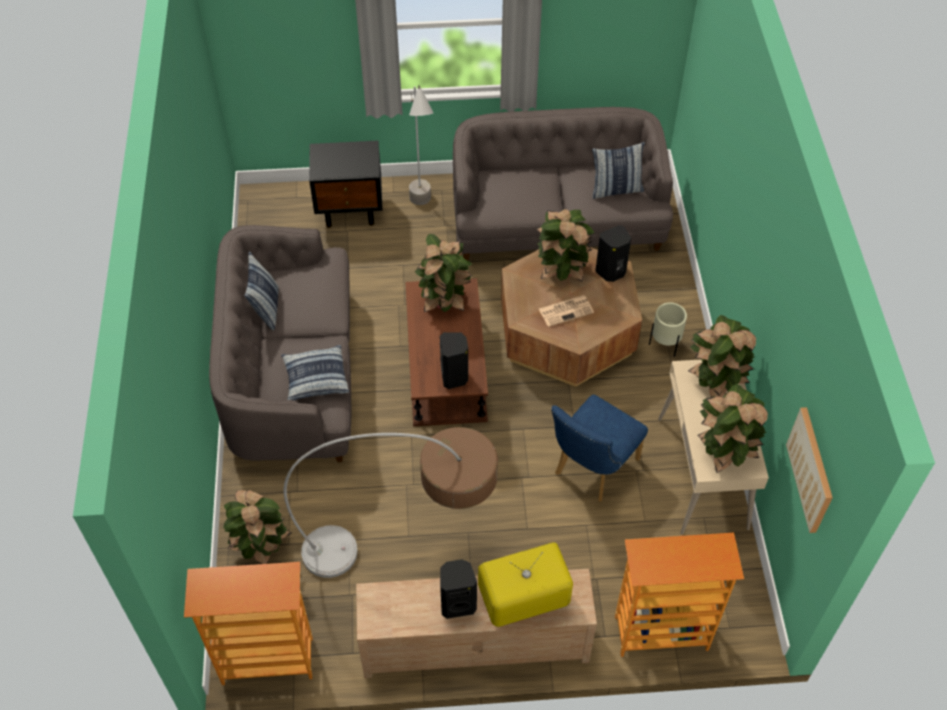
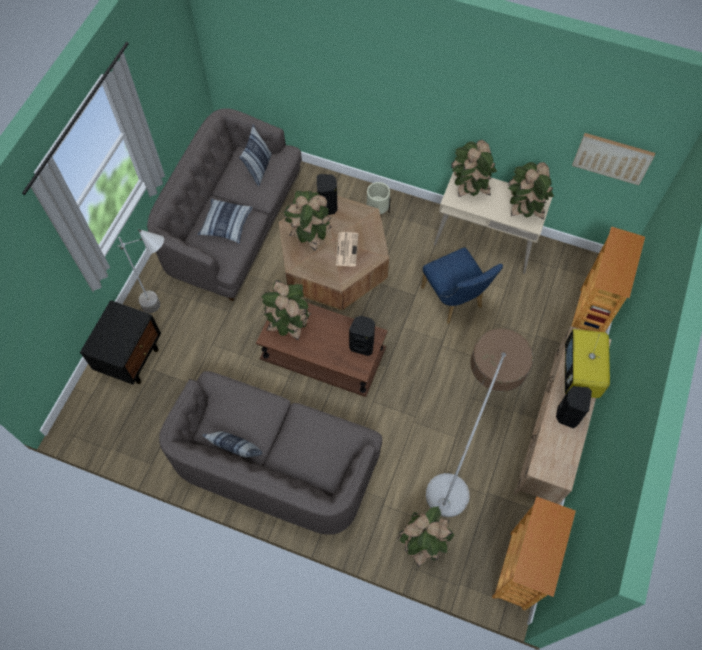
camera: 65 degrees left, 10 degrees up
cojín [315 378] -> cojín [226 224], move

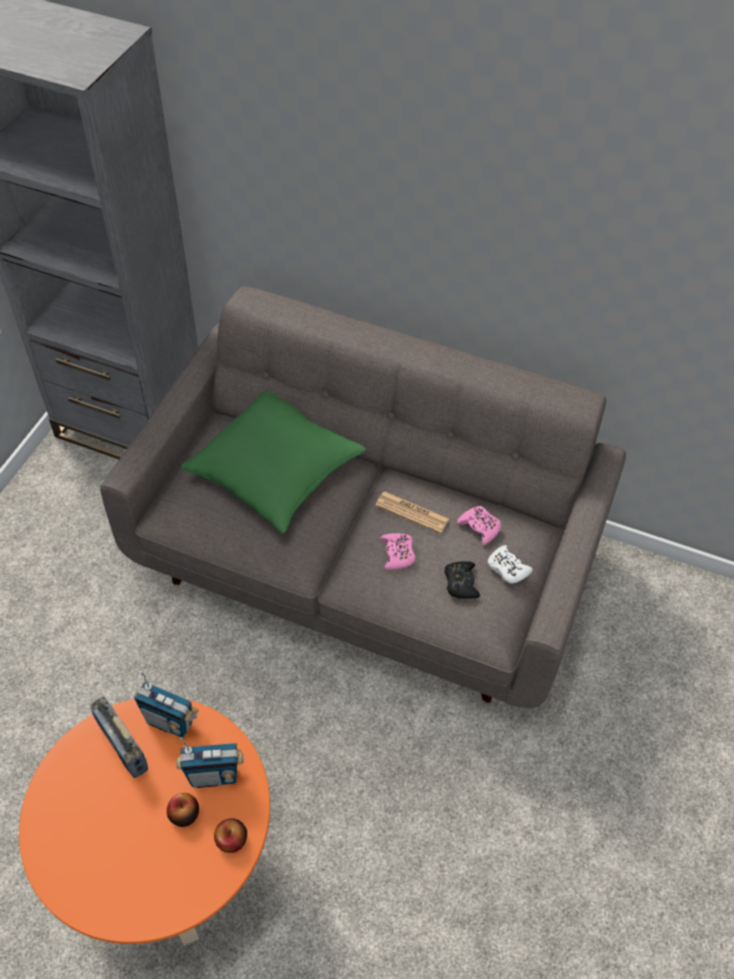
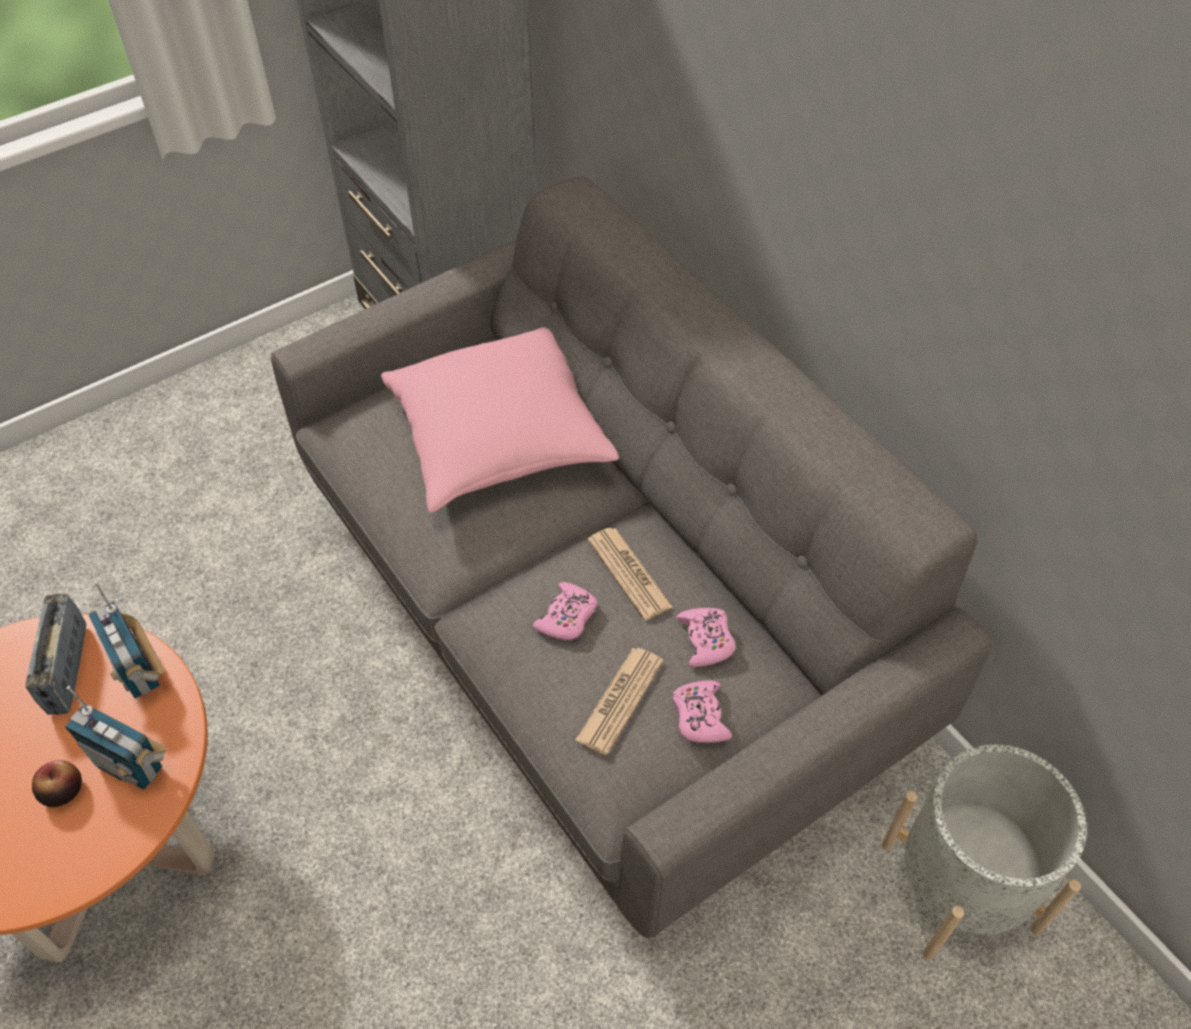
camera: 35 degrees right, 0 degrees up
cojín/verde [275 471] -> cojín/rosa [499 437]
mando de consola/blanco [507 568] -> mando de consola/rosa [700 716]
mando de consola/negro [461 583] -> periódico [620 700]
manzana [231 839] -> none
none -> maceta/gris [959 886]

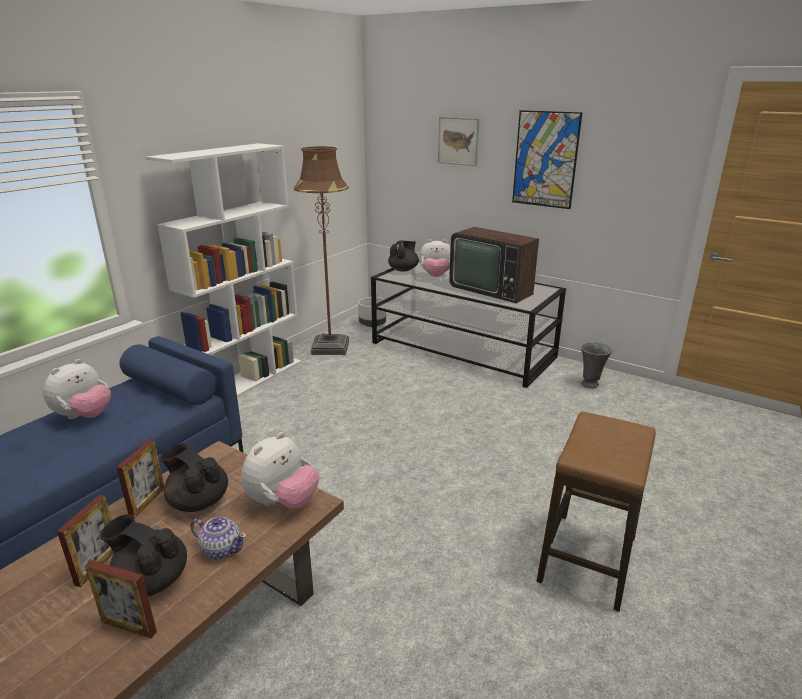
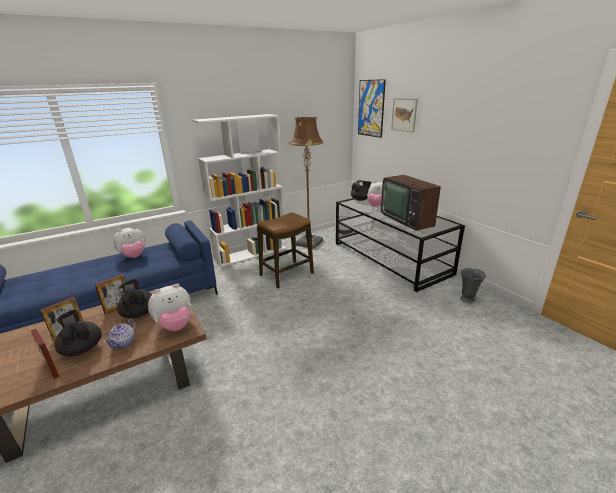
camera: 25 degrees right, 0 degrees up
cuadro [545 159] -> cuadro [371 108], move
taburete [587 559] -> taburete [286 274], move
tetera [221 549] -> tetera [124 342], 60 degrees clockwise

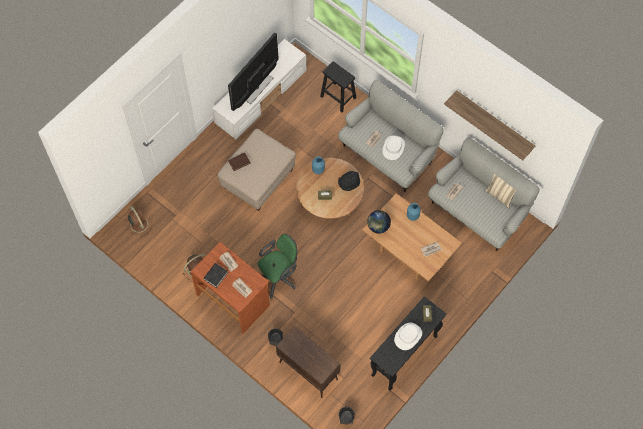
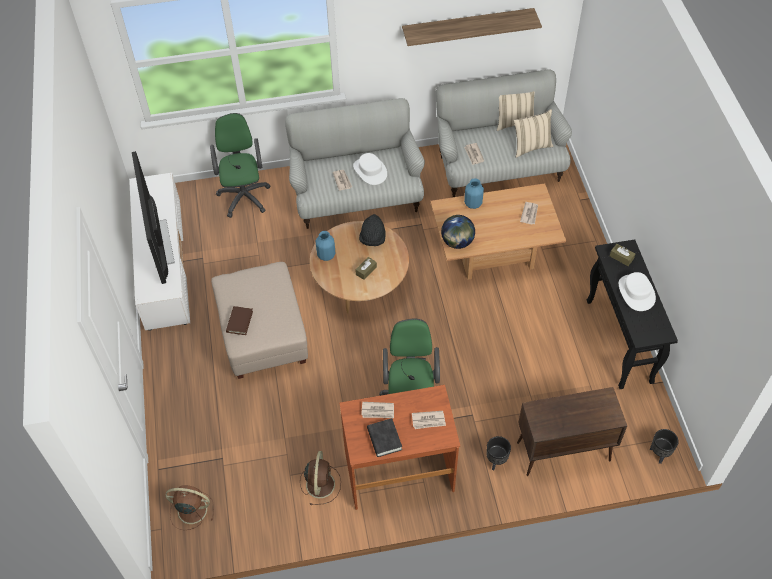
camera: 50 degrees left, 10 degrees down
taburete/negro [338 97] -> silla de oficina/verde [244 194]
none -> cojín/beis [531 146]

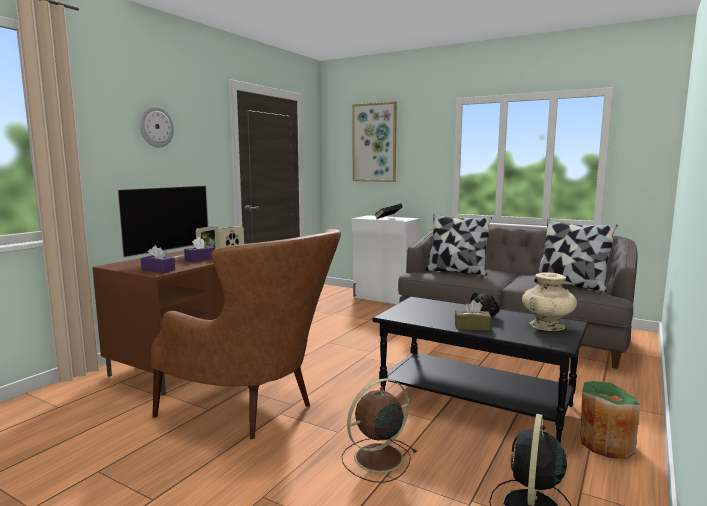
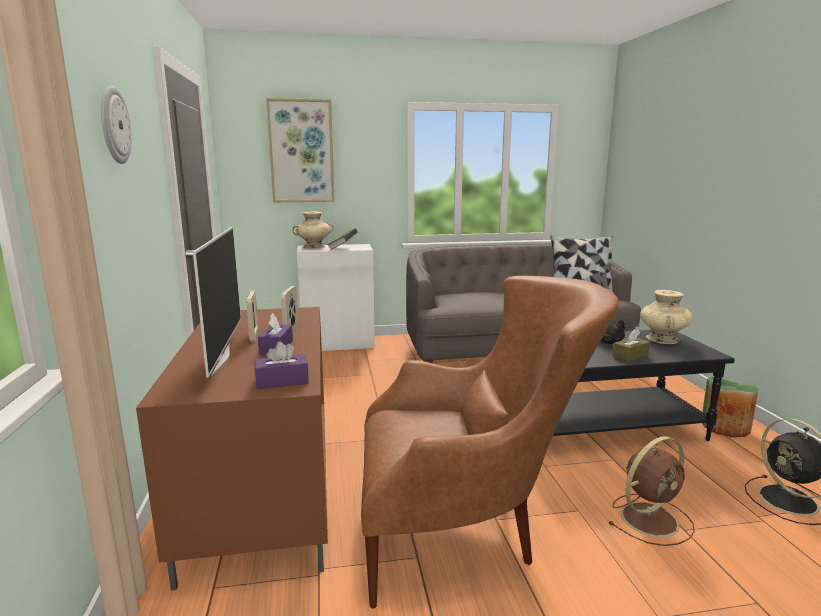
camera: 40 degrees left, 5 degrees up
cojín [456 271] -> none
ventilador/marrón [376 458] -> ventilador/marrón [651 518], 135 degrees counterclockwise
none -> florero/beis [314 247]

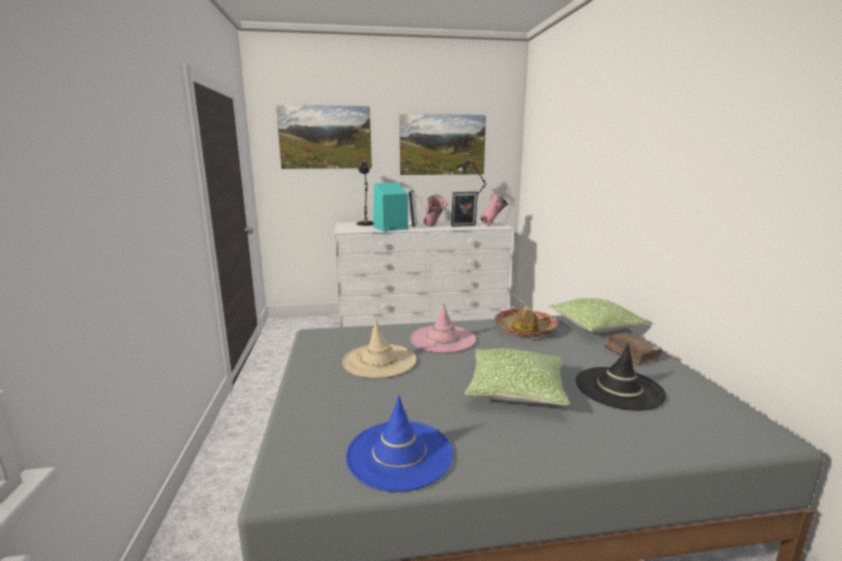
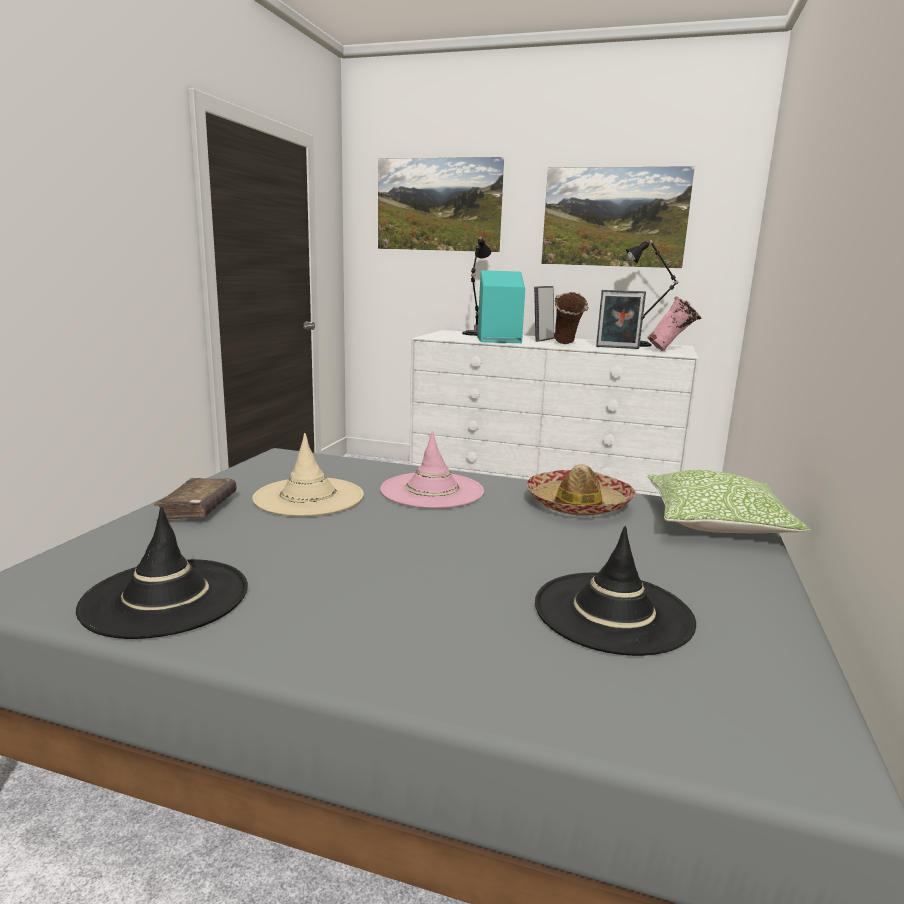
camera: 25 degrees right, 0 degrees up
florero/rosa [434 227] -> florero/marrón [566 345]
libro/marrón [631 353] -> libro/marrón [198 509], move
cojín [515 390] -> none
sombrero/azul [399 454] -> sombrero/negro [165 598]

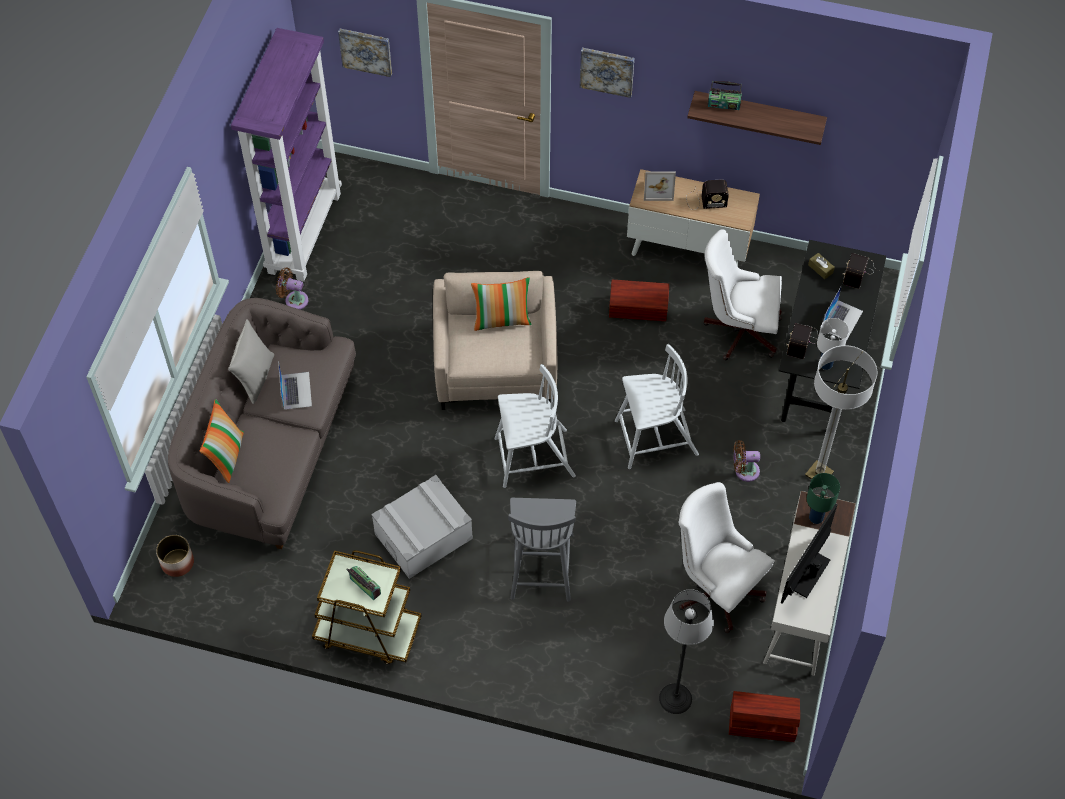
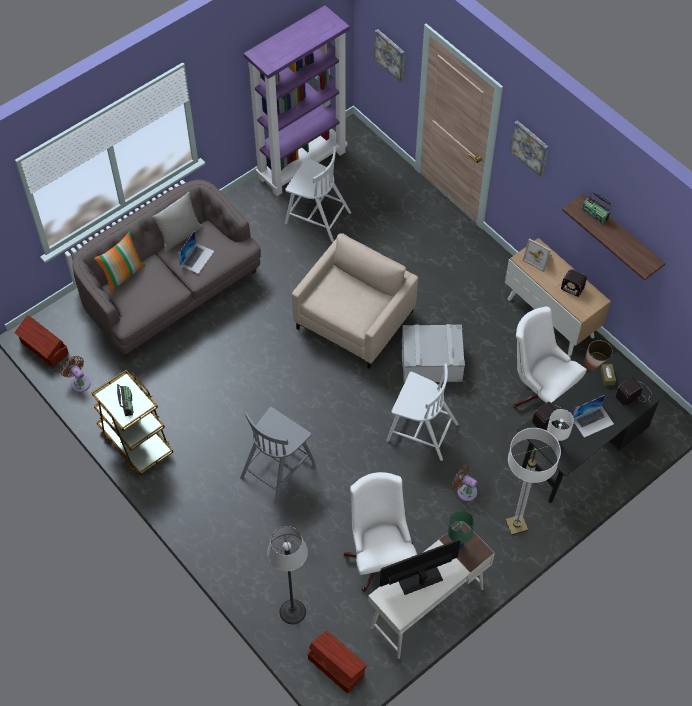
camera: 35 degrees right, 0 degrees up
ventilador/marrón [294 300] -> ventilador/marrón [79 382], move
cojín [502 320] -> none
caja de almacenaje/marrón [638 309] -> caja de almacenaje/marrón [44 348], move
silla/blanco [532 458] -> silla/blanco [316 217], move
caja de almacenaje/gris [423 536] -> caja de almacenaje/gris [431 362], move
maceta [177 562] -> maceta [596 362], move

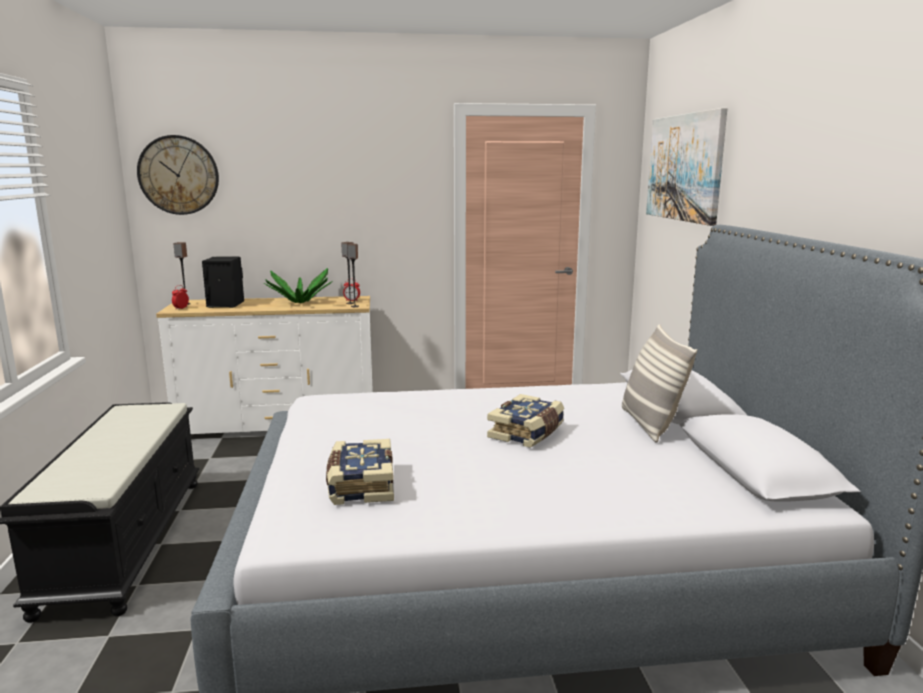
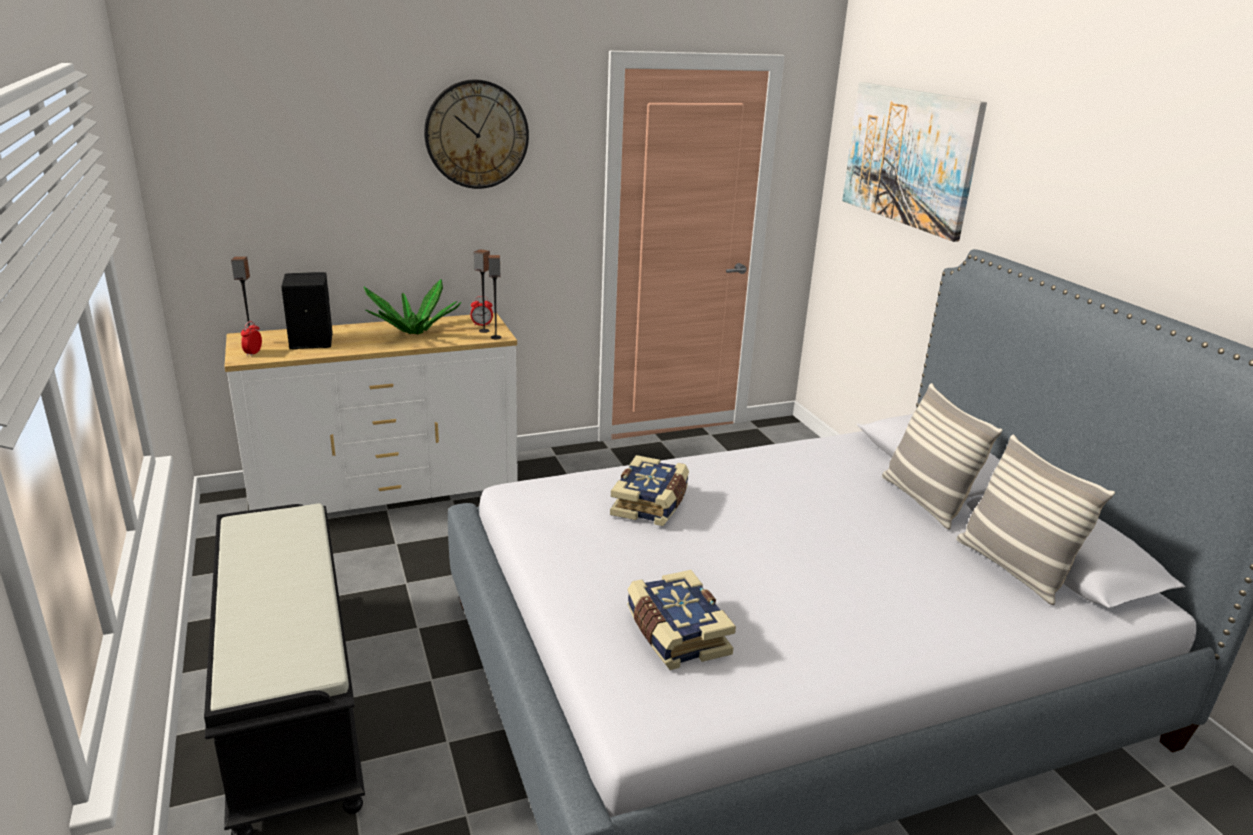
camera: 15 degrees left, 10 degrees up
reloj de pared [178 175] -> reloj de pared [476 134], move
libro [527 433] -> libro [651 504], move
none -> cojín [1013 568]

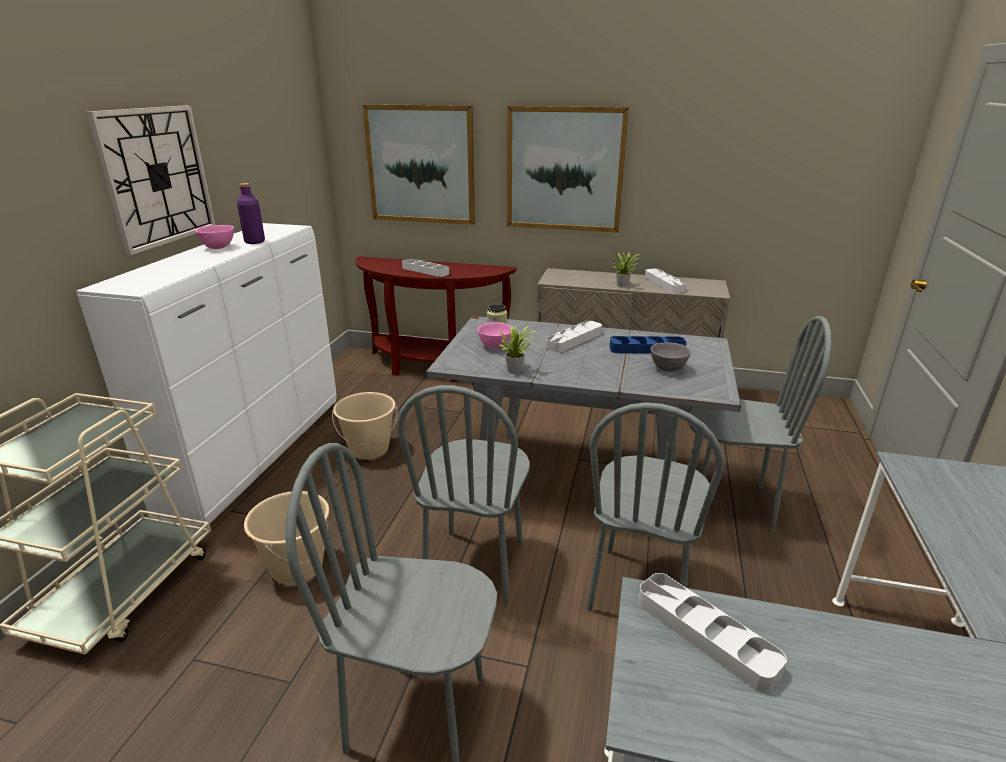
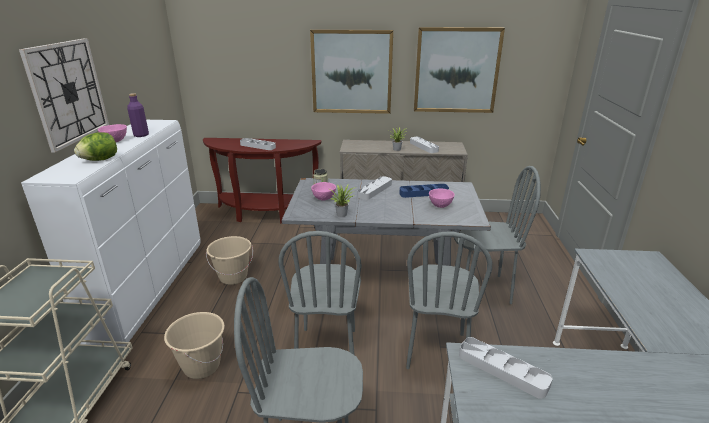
camera: 10 degrees left, 0 degrees up
cuadro [421 165] -> cuadro [456 70], move
cuenco/gris [668 368] -> cuenco/rosa [440 205]
none -> lechuga [100 160]

